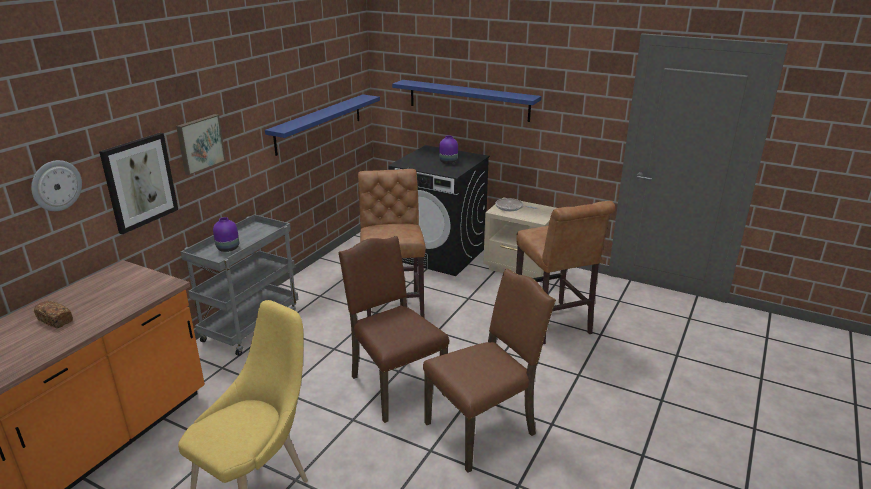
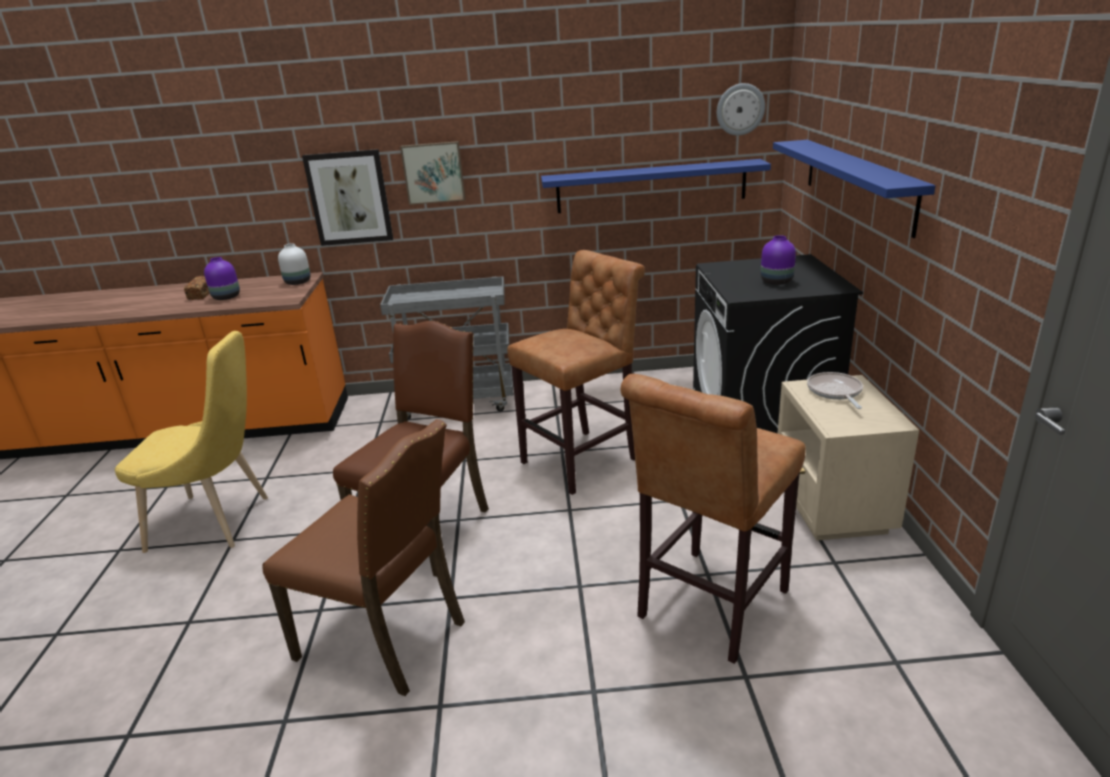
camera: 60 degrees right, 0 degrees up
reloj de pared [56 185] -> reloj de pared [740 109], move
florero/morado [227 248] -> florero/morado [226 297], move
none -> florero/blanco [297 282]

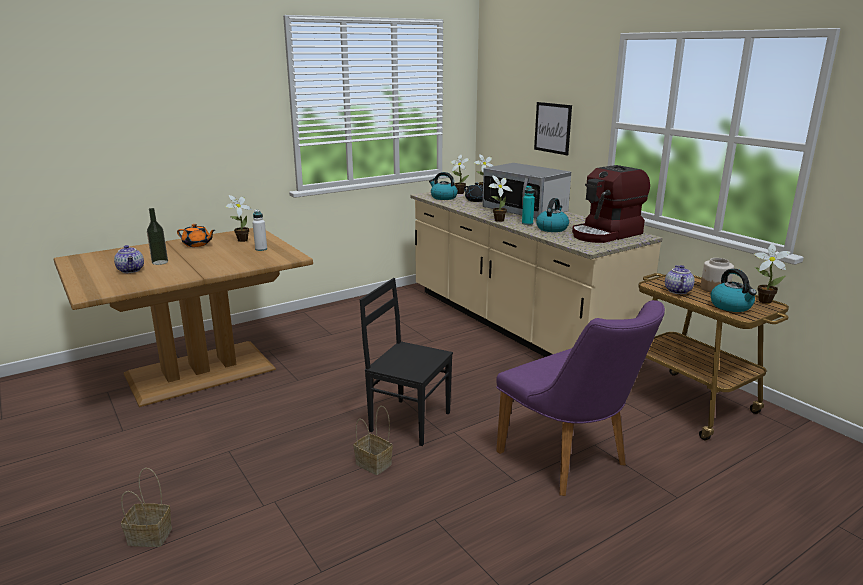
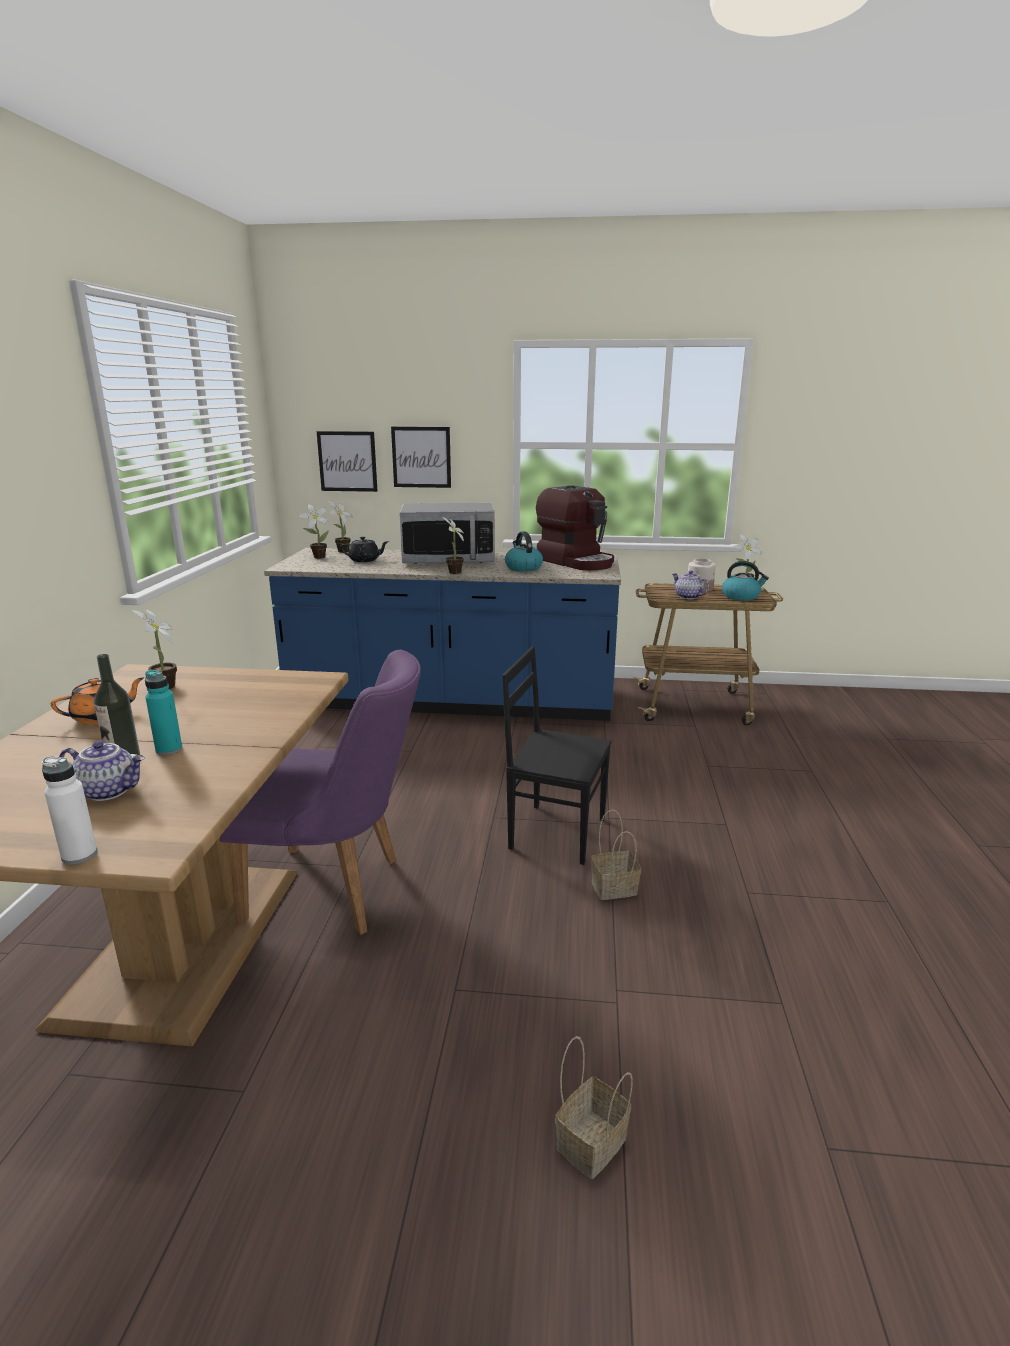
camera: 50 degrees left, 0 degrees up
cafetera [606 234] -> cafetera [576 561], 45 degrees counterclockwise
hervidor [443 197] -> none
botella/turquesa [527 223] -> botella/turquesa [169 749], move
mueble bajo de cocina/beis [514 324] -> mueble bajo de cocina/azul [452 701]
botella/blanco [261 249] -> botella/blanco [79 855], move
silla/negro [409 421] -> silla/negro [556 832], 45 degrees clockwise
silla/morado [571 463] -> silla/morado [339 891], move
none -> cuadro [347 461]

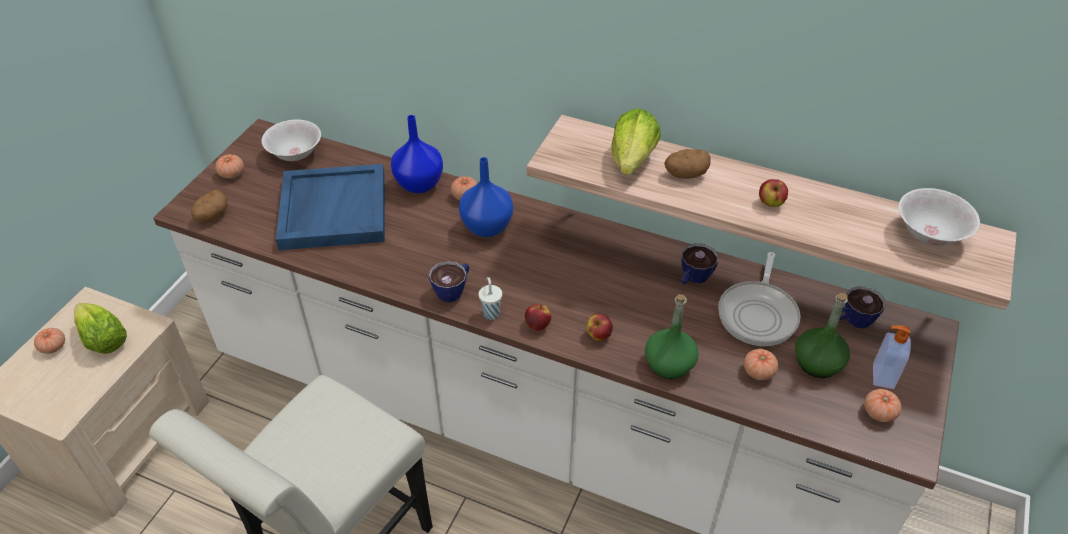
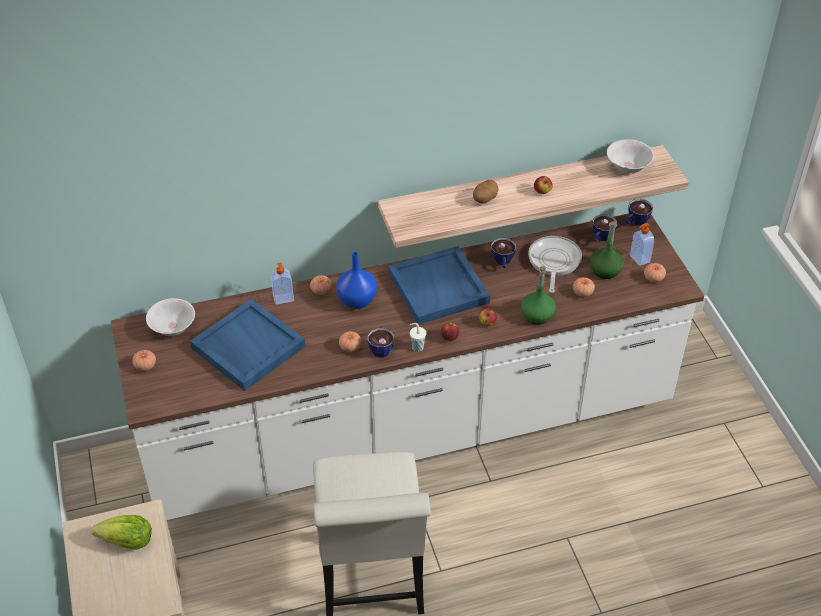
camera: 40 degrees left, 0 degrees up
lechuga [632 160] -> none
florero/azul [420 184] -> dispensador de jabón [283 299]
patata [212 216] -> none
sartén [758 313] -> sartén [553 262], 150 degrees counterclockwise
tomate [53 347] -> tomate [350 347], move
none -> taza [635 222]
none -> bandeja/azul [439 288]

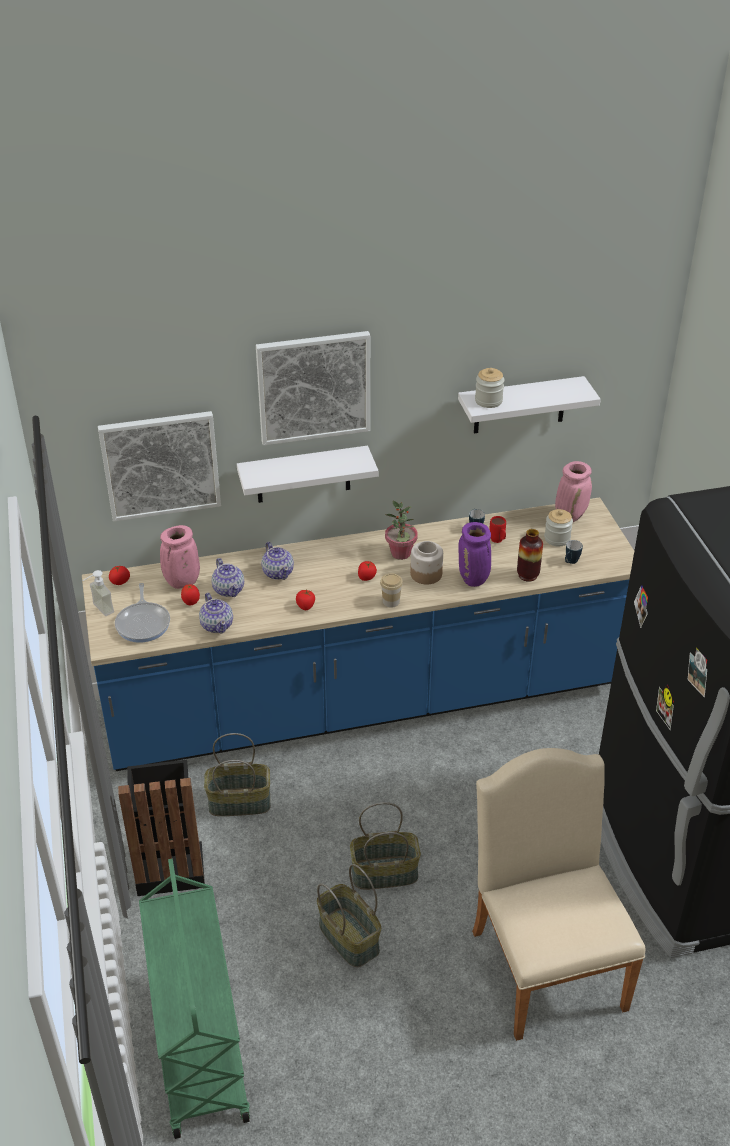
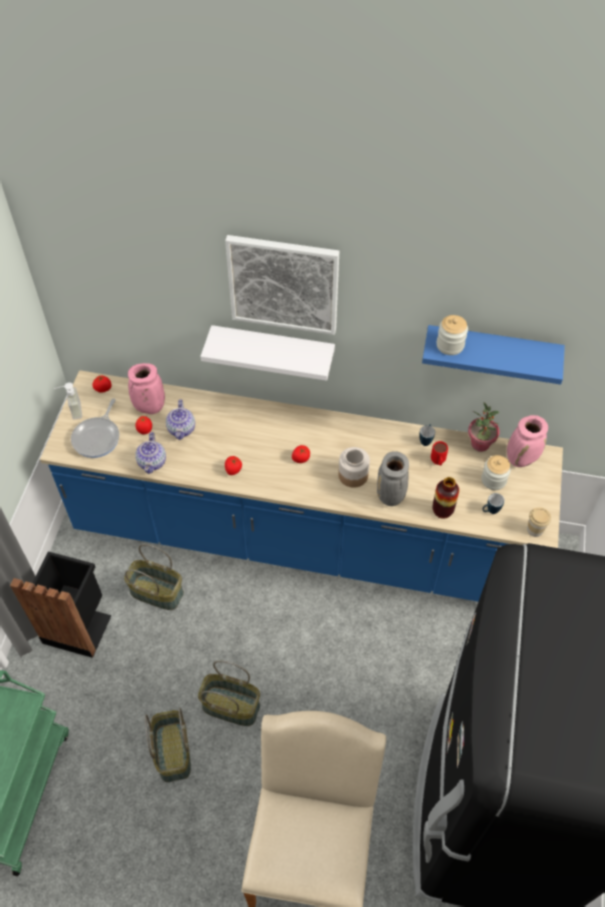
camera: 25 degrees right, 15 degrees up
estante/blanco [519 405] -> estante/azul [491 351]
cuadro [160 465] -> none
planta en maceta [400 553] -> planta en maceta [480 444], move
florero/morado [474 580] -> florero/gris [391 497]
tetera [278 572] -> none
taza [391 602] -> taza [535 530], move

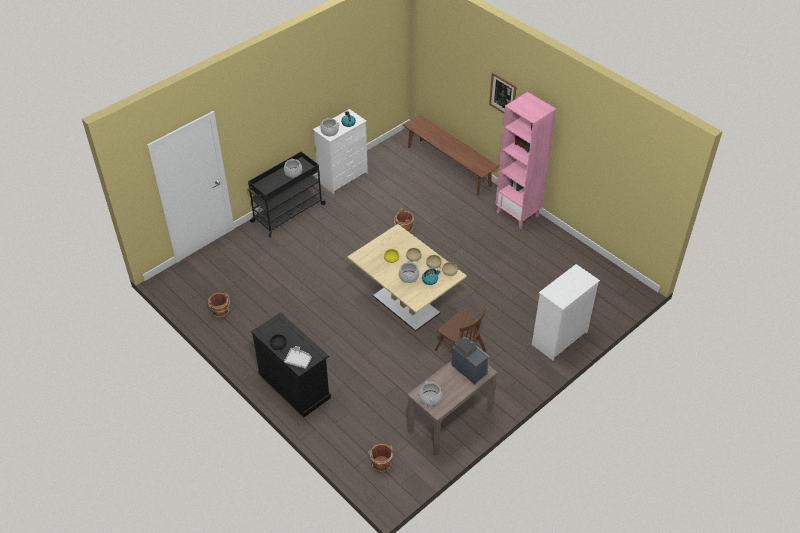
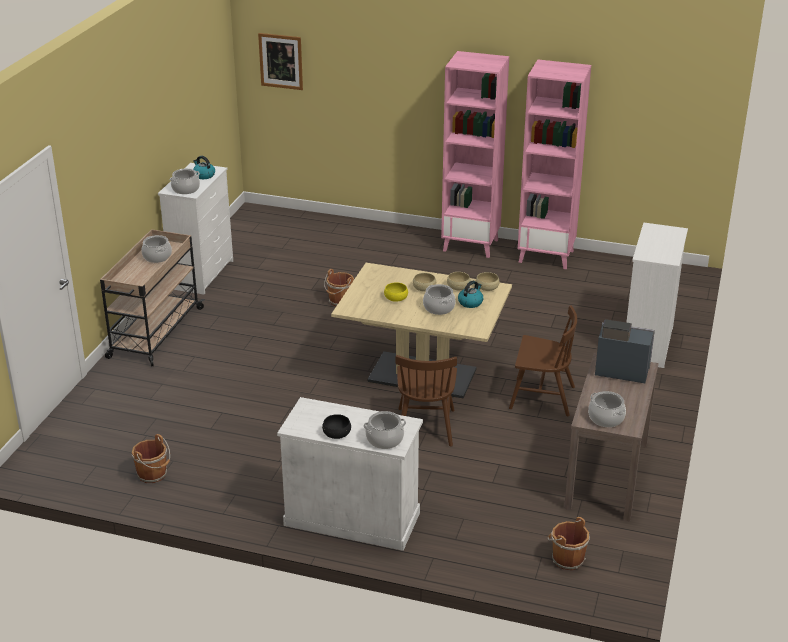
camera: 30 degrees left, 15 degrees down
cuadro [503 95] -> cuadro [281 61], move
banco/marrón [448 166] -> none
carrito/negro [287 213] -> carrito/beis [155 333]
armario/negro [294 385] -> armario/blanco [352 518]
bandeja/gris [298 360] -> olla [384 439]
none -> estantería/rosa [546 256]
none -> silla/marrón [425 426]

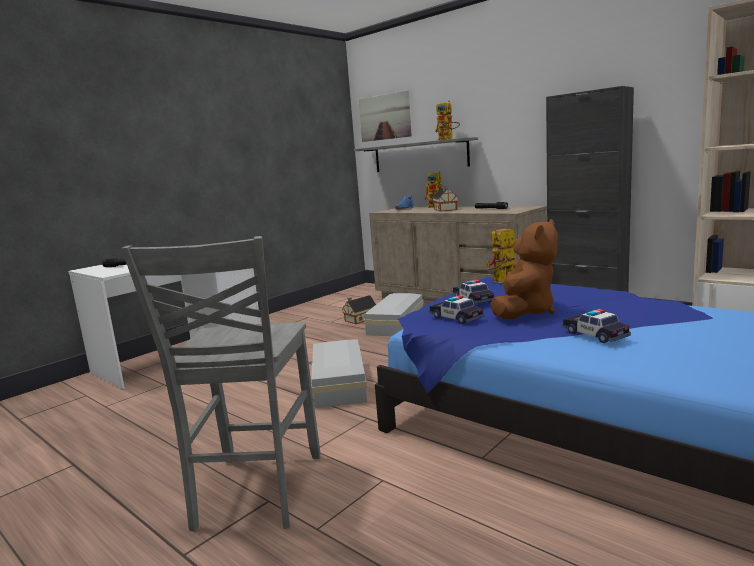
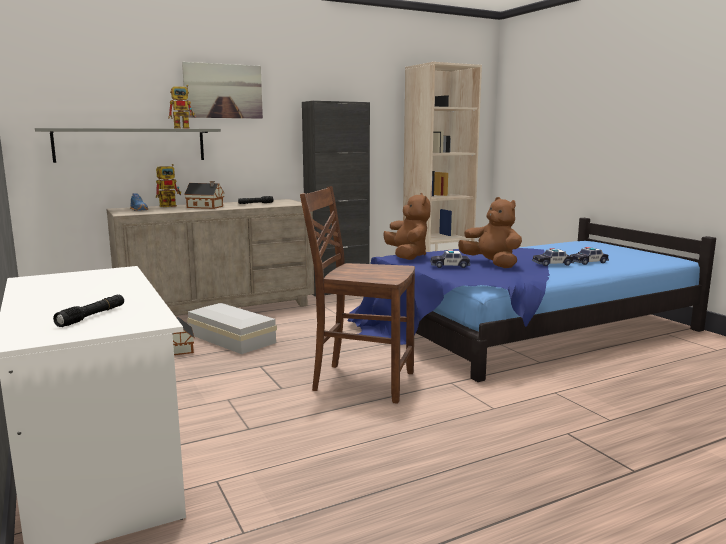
camera: 70 degrees left, 0 degrees up
cuadro [385 117] -> cuadro [223 91], move
robot de juguete [501 282] -> peluche/marrón [407 256]
silla/gris [255 492] -> none
coche de juguete [456 317] -> coche de juguete [588 262], move
caja de almacenaje/blanco [340 383] -> silla/marrón [361 382]

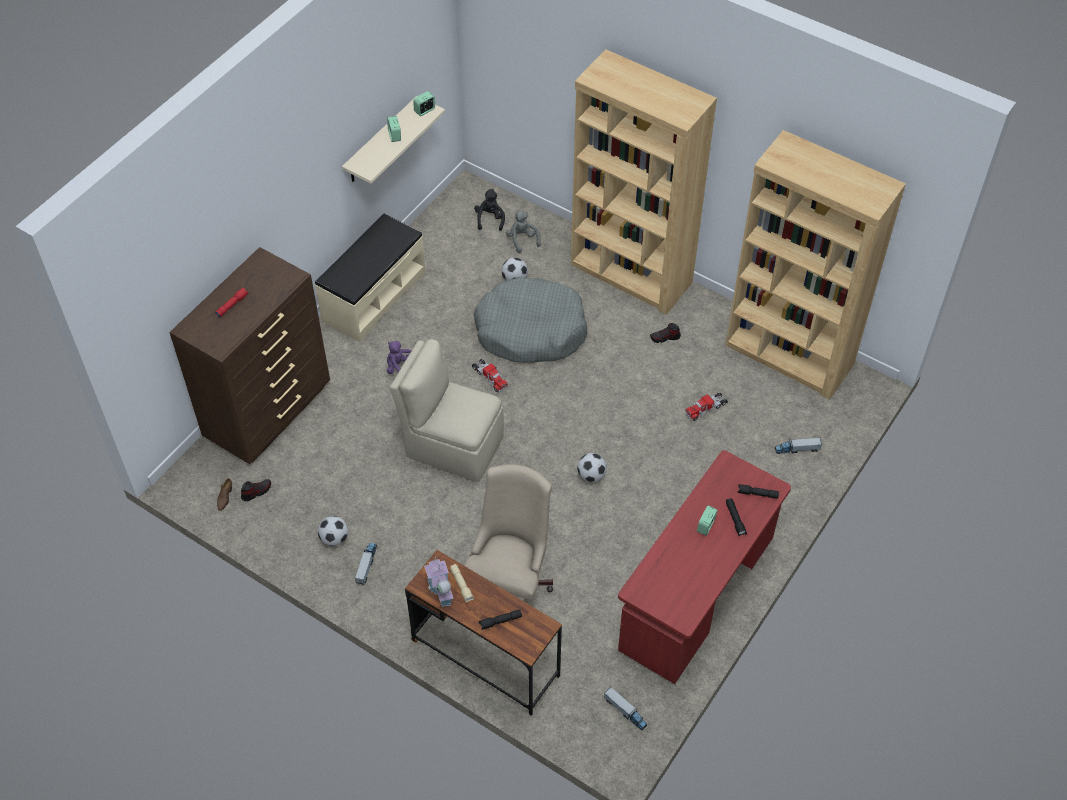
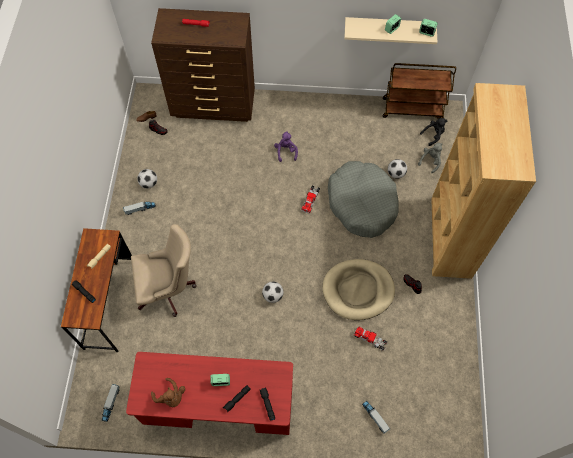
camera: 60 degrees right, 10 degrees up
estantería/marrón [789 355] -> none
banco/beis [373 296] -> none
silla/beis [452 445] -> none
casita [440 591] -> none
none -> carrito/marrón [413 109]
none -> cama para perro/beis [358 290]
none -> peluche/marrón [171 397]

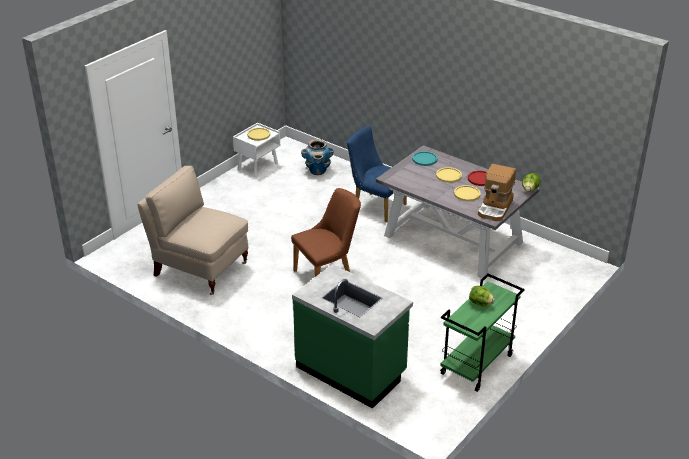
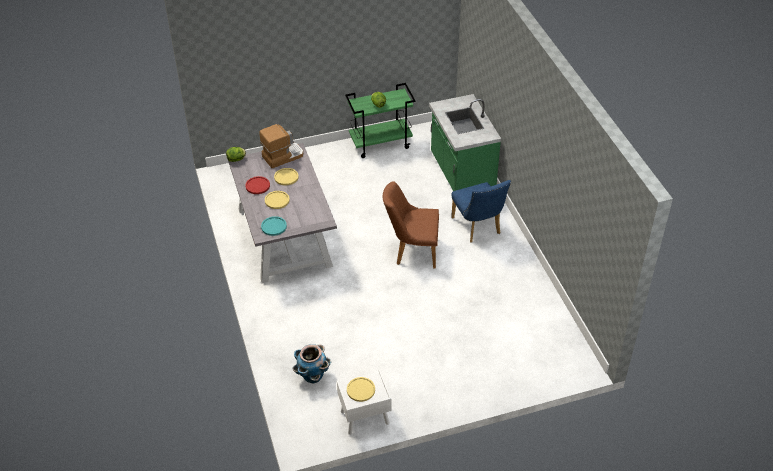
camera: 145 degrees left, 10 degrees up
silla/azul [375 206] -> silla/azul [478 228], move
silla/beis [199 269] -> none

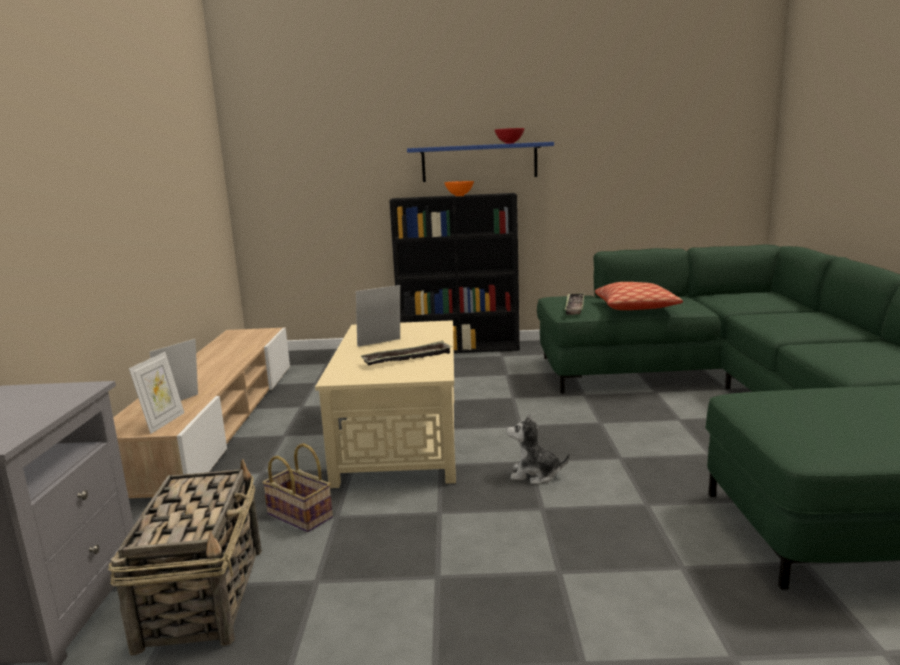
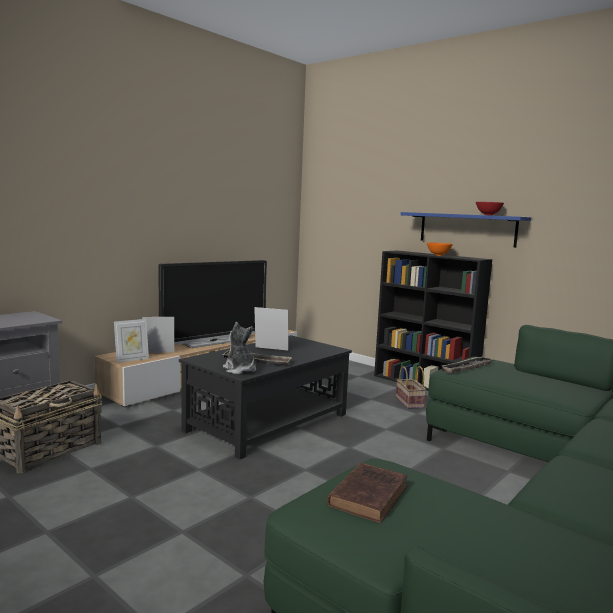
camera: 40 degrees right, 5 degrees down
cojín [636 307] -> none
mesa de centro/beis [400 438] -> mesa de centro/negro [267 422]
peluche [535 475] -> peluche [240 370], move
cesta [302 516] -> cesta [410 403], move
none -> televisor [213 342]
none -> libro/marrón [369 495]

